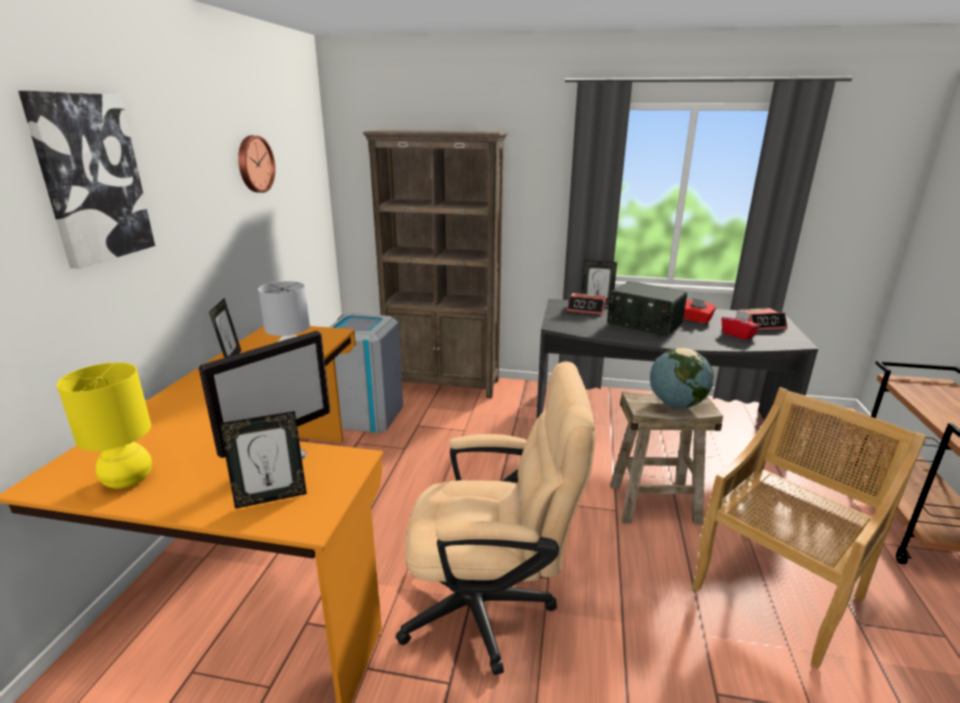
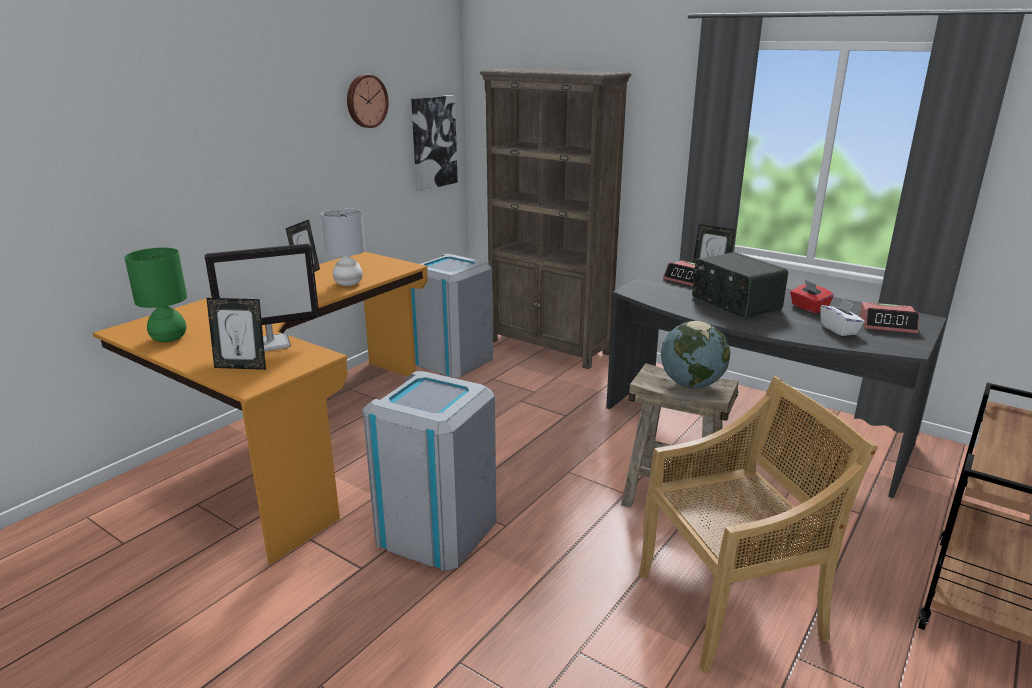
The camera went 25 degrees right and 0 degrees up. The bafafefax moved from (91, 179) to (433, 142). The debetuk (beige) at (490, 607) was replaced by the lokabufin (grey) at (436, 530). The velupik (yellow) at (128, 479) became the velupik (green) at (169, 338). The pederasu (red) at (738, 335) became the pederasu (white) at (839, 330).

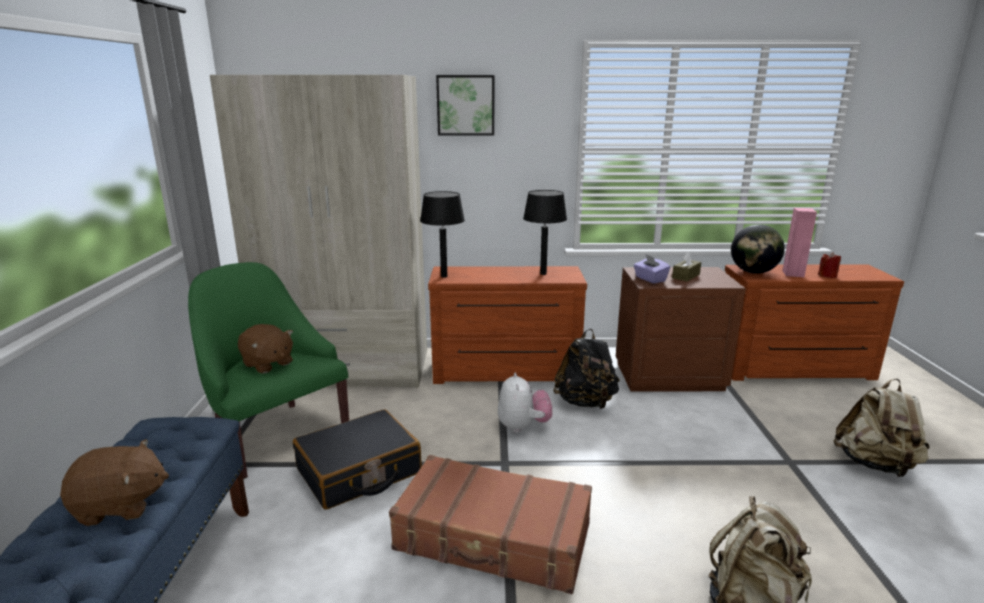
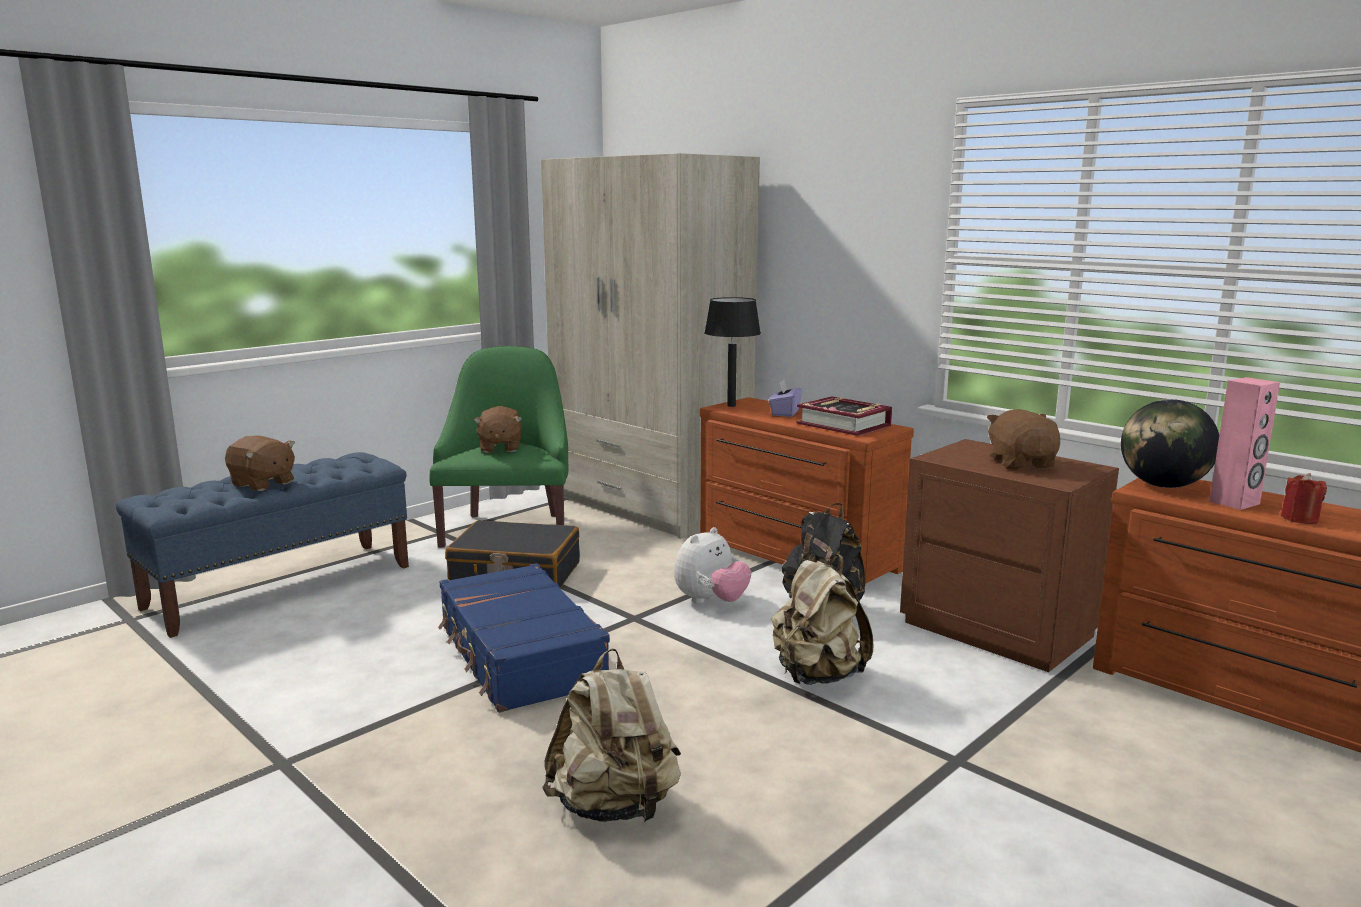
The camera went 45 degrees right and 5 degrees down. The bafafefax at (465, 105) disappeared. The pederasu (purple) moved from (650, 279) to (784, 413). The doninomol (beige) moved from (875, 464) to (817, 676). The velupik (black) at (543, 273) was replaced by the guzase at (844, 425). The pederasu (brown) at (686, 276) was replaced by the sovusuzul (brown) at (1021, 464). The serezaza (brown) at (493, 538) became the serezaza (blue) at (519, 656).

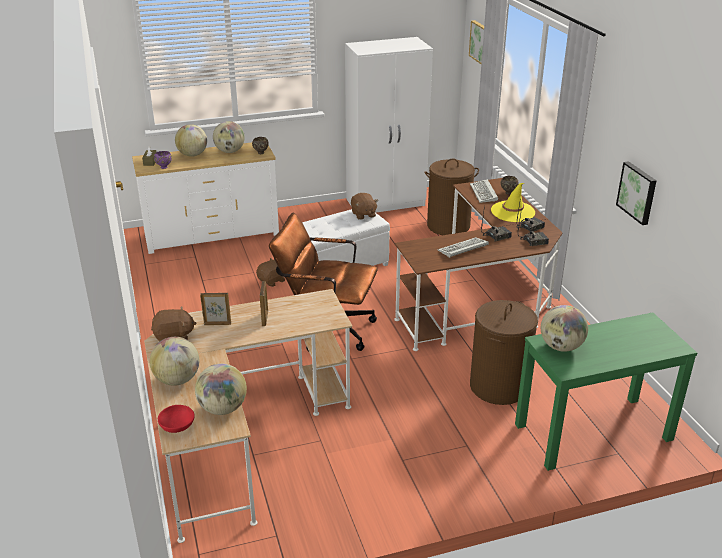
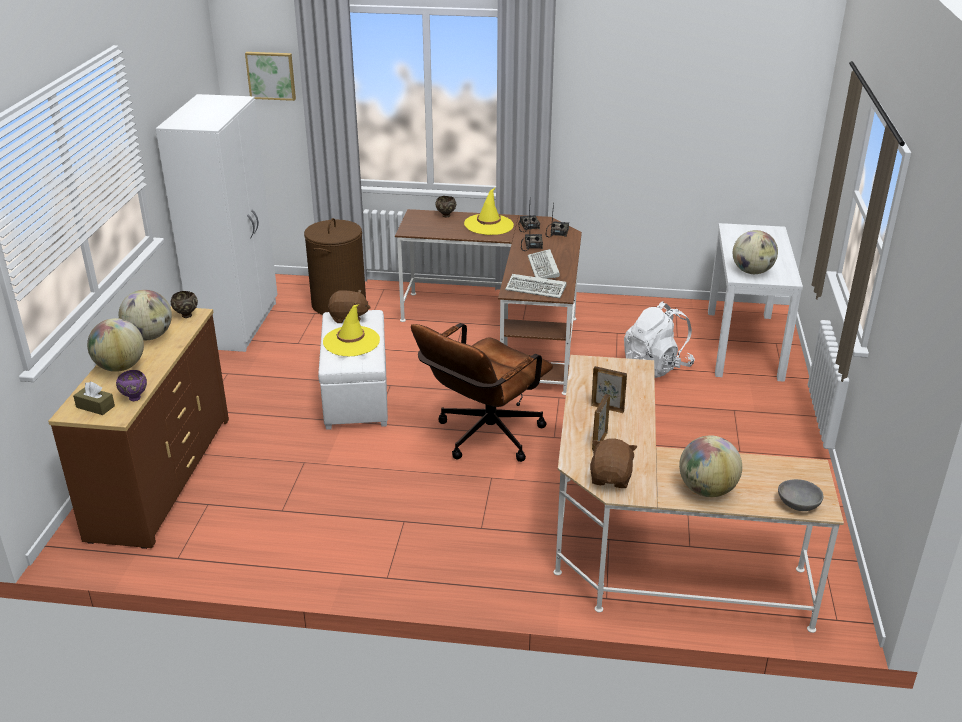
The camera went 65 degrees left and 0 degrees up. The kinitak at (222, 408) disappeared. The sovusuzul (brown) at (272, 281) disappeared. The bafafefax at (638, 192) disappeared. The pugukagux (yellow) at (351, 341) appeared. The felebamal moved from (484, 193) to (537, 289). The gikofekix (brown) at (499, 387) was replaced by the doninomol (white) at (656, 367). The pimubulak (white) at (211, 235) became the pimubulak (brown) at (160, 476). The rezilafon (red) at (177, 426) became the rezilafon (grey) at (798, 504). The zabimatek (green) at (592, 432) became the zabimatek (white) at (744, 344).

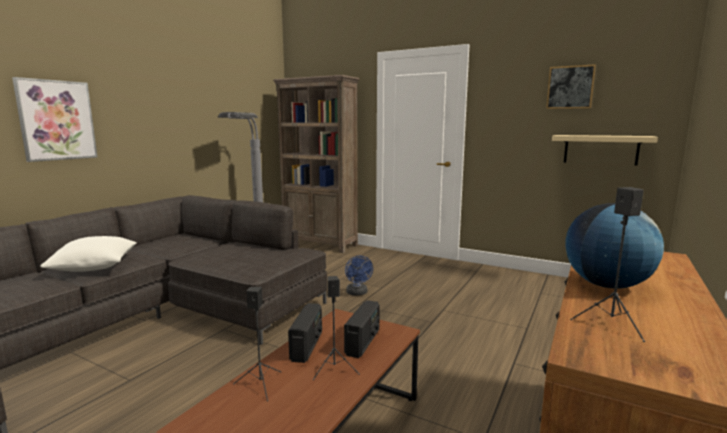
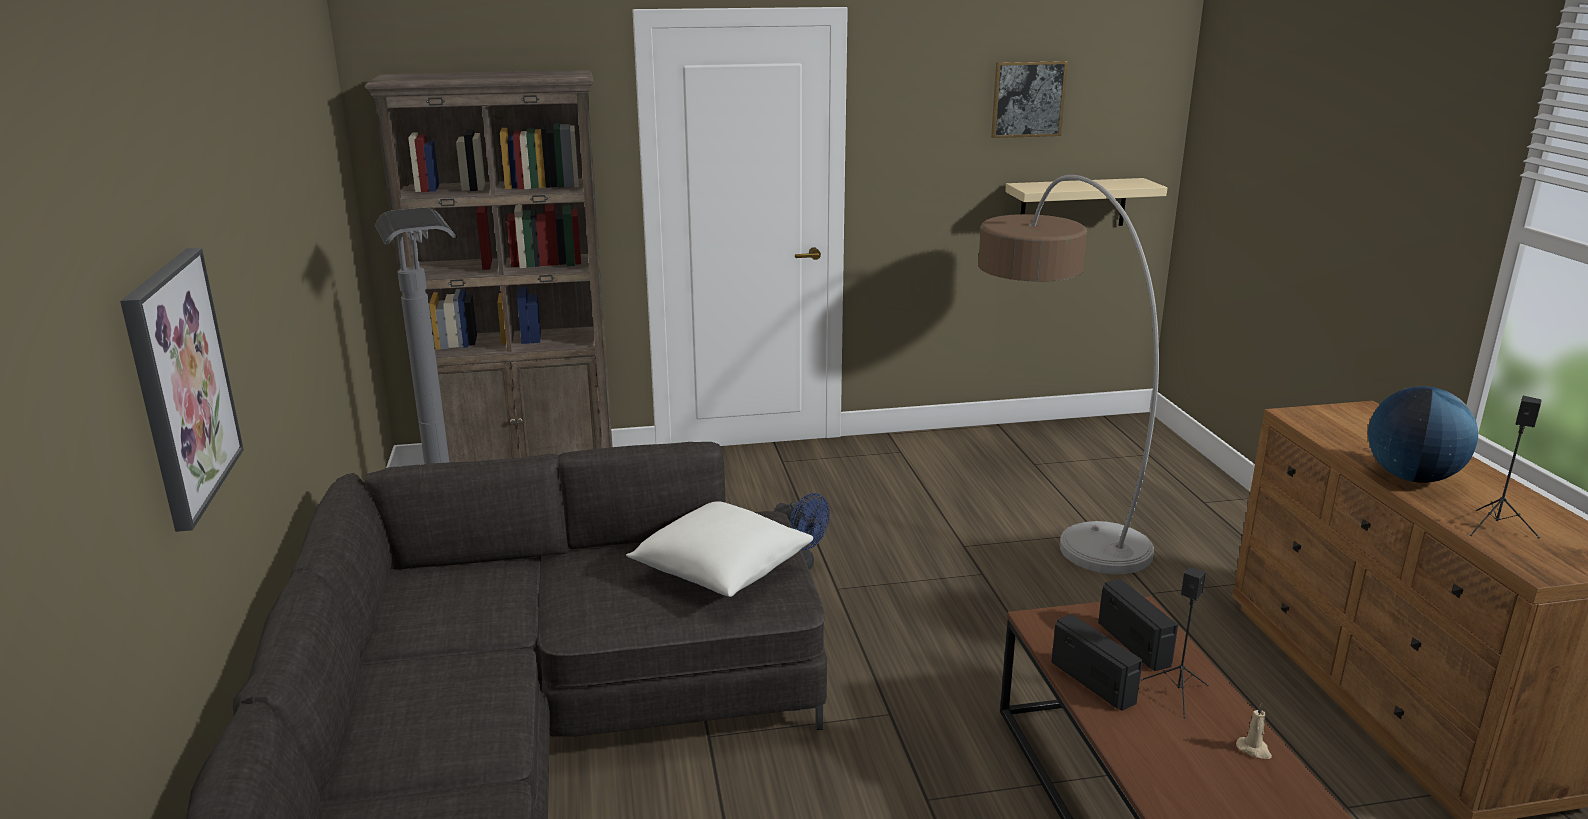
The camera went 40 degrees left and 10 degrees up. The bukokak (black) at (261, 384) disappeared. The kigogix at (1048, 496) appeared. The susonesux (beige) at (1254, 749) appeared. The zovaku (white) moved from (95, 267) to (720, 571).

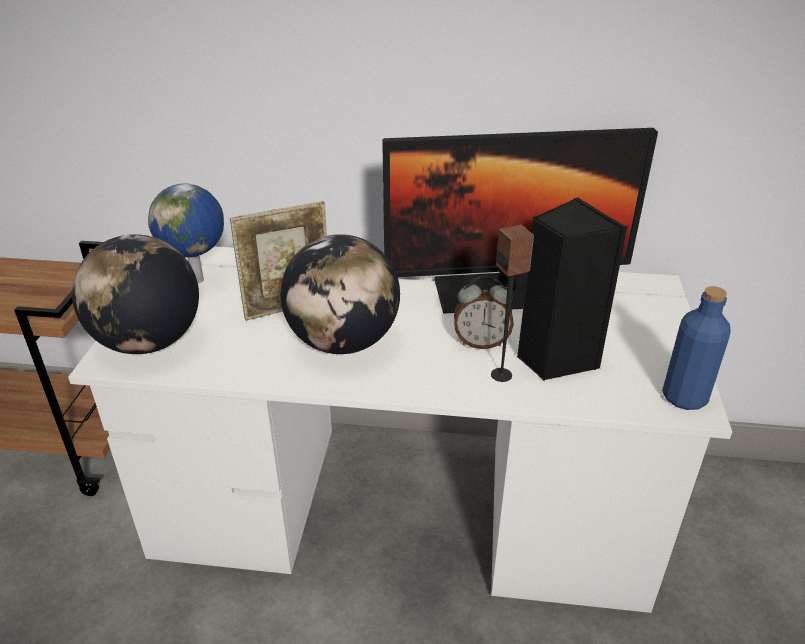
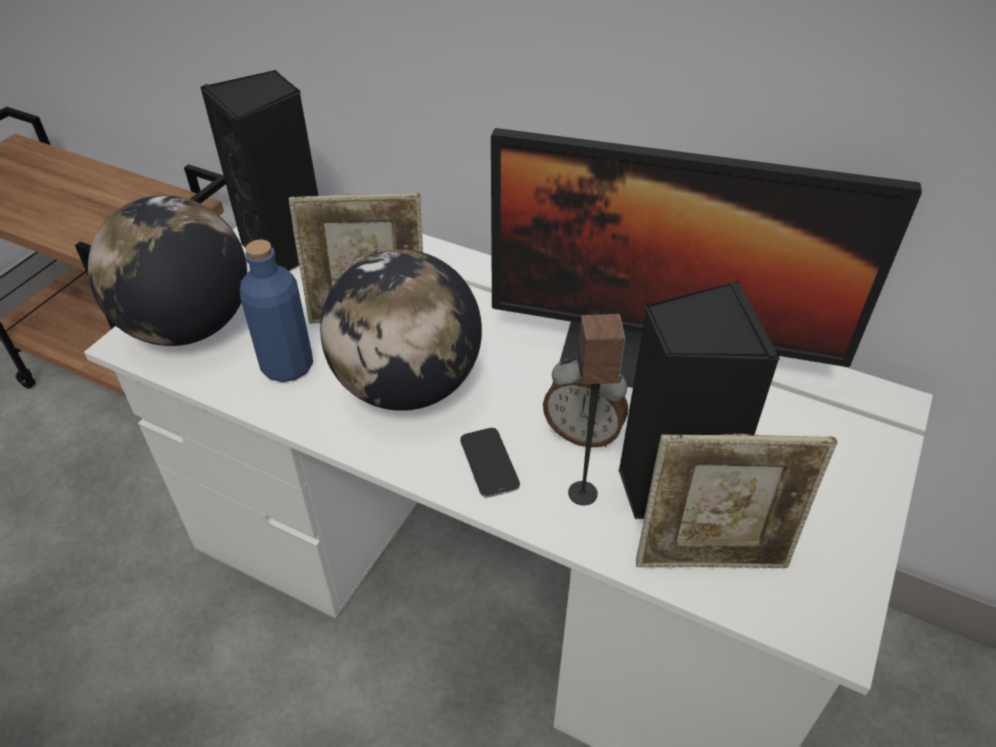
The camera went 20 degrees right and 10 degrees up. The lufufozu at (489, 463) appeared. The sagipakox at (712, 559) appeared. The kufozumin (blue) moved from (684, 397) to (287, 366). The kinitak at (199, 280) was replaced by the bukokak (black) at (287, 251).

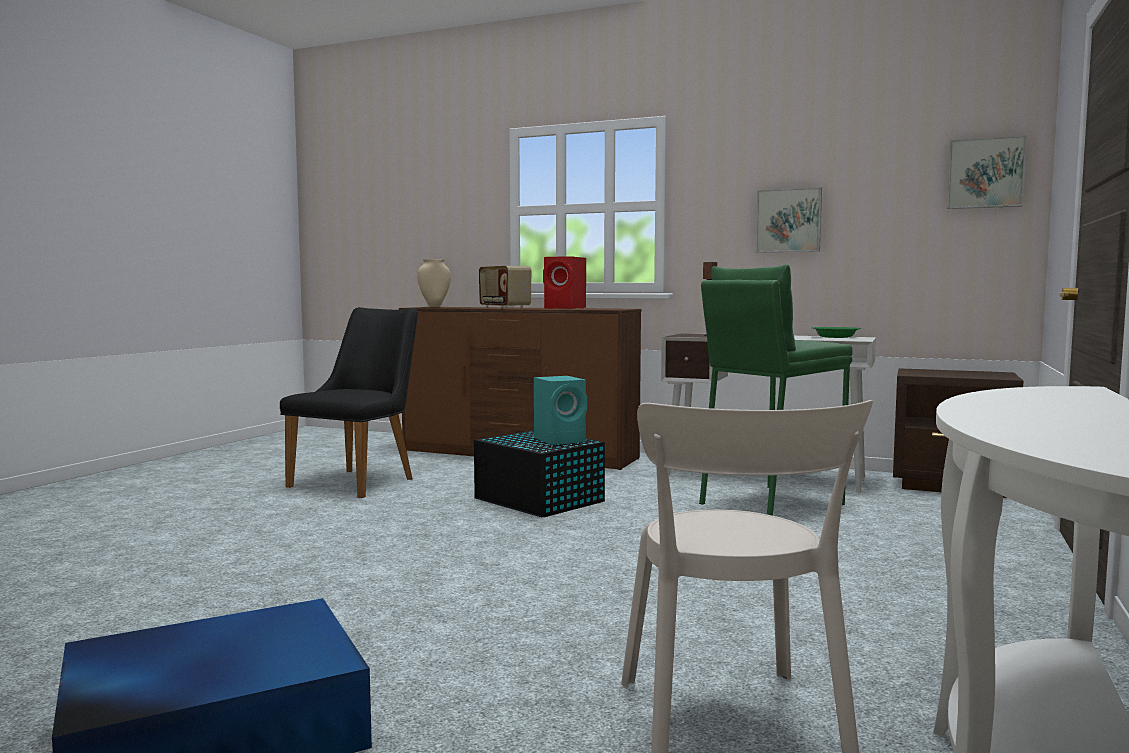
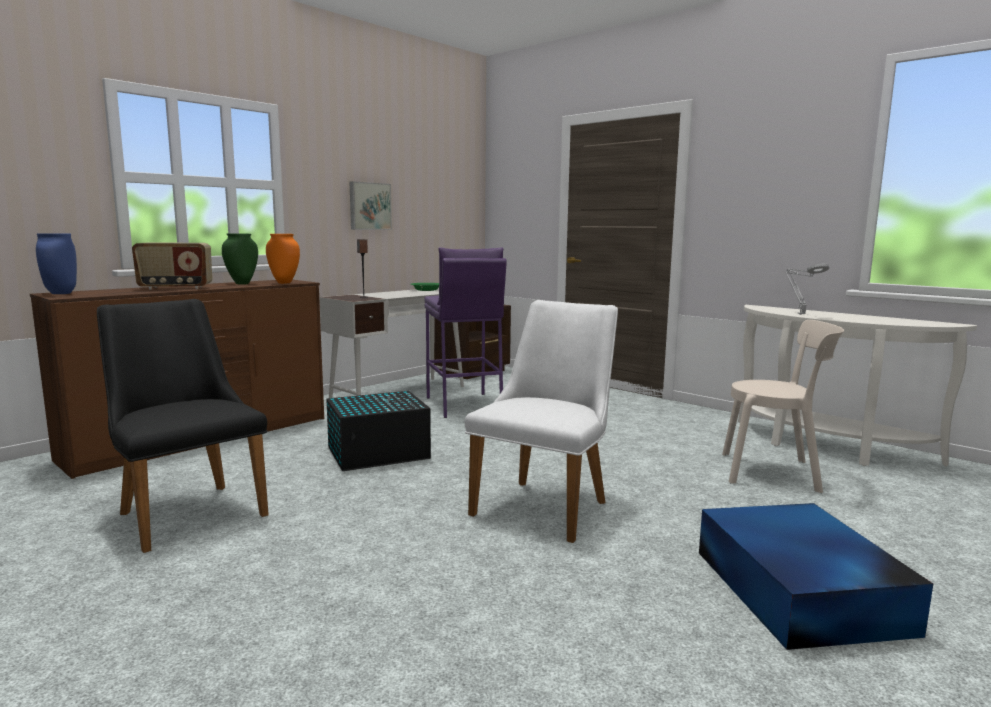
The camera went 70 degrees left and 5 degrees up. The bukokak (turquoise) at (561, 440) disappeared. The bafafefax at (985, 173) disappeared. The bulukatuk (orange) at (283, 283) appeared. The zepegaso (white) at (547, 504) appeared. The velupik (grey) at (800, 314) appeared. The bukokak (red) at (566, 308) was replaced by the bulukatuk (green) at (242, 283). The bulukatuk (beige) at (434, 306) became the bulukatuk (blue) at (60, 293). The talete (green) at (769, 503) became the talete (purple) at (464, 405).

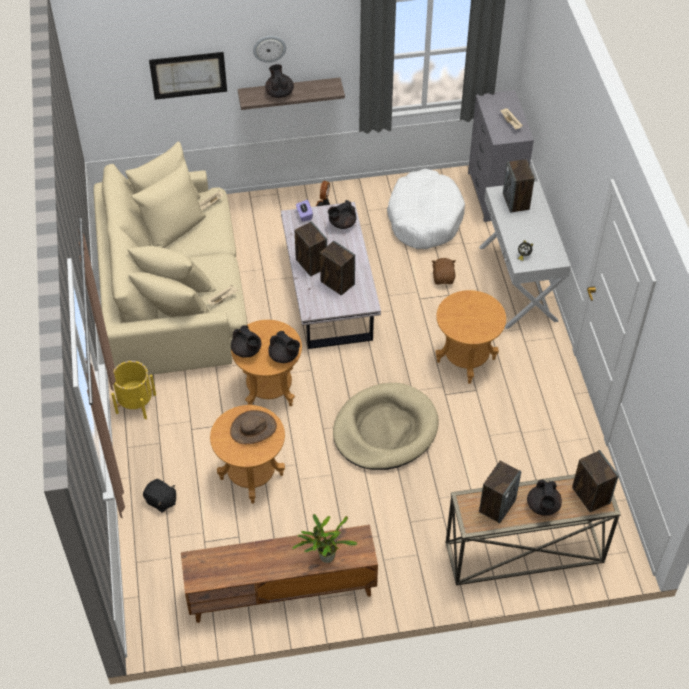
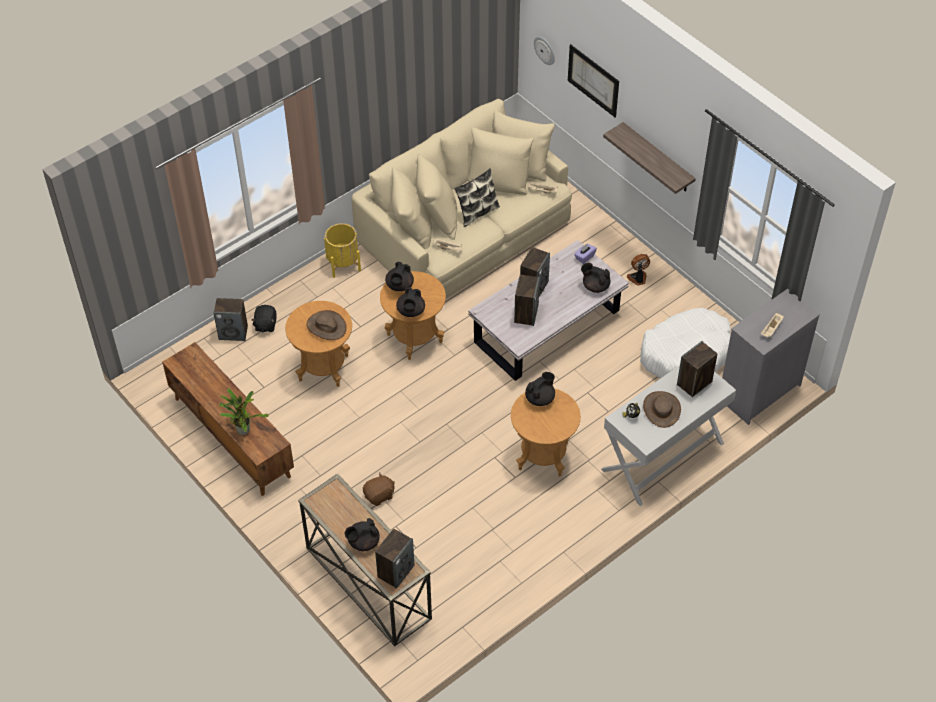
The camera went 60 degrees right and 0 degrees up. The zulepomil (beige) at (385, 430) disappeared. The zovaku at (477, 212) appeared. The pugukagux (brown) at (661, 409) appeared. The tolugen moved from (269, 48) to (545, 50). The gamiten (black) moved from (279, 93) to (540, 398). The sovusuzul (brown) moved from (443, 278) to (379, 495). The bukokak moved from (497, 505) to (233, 332).

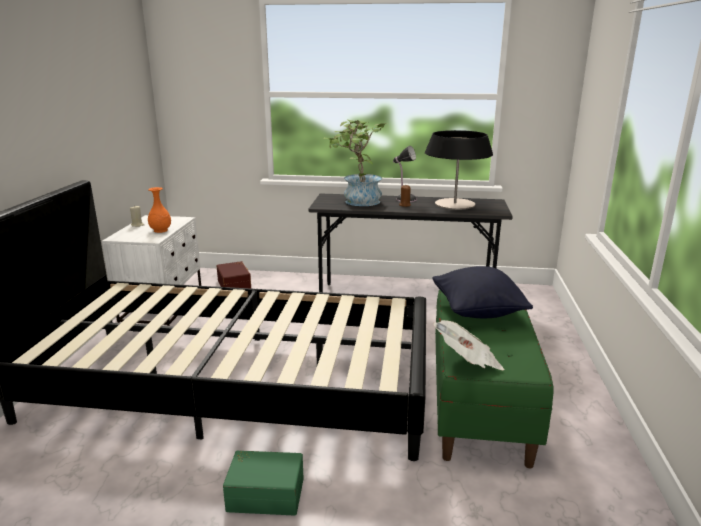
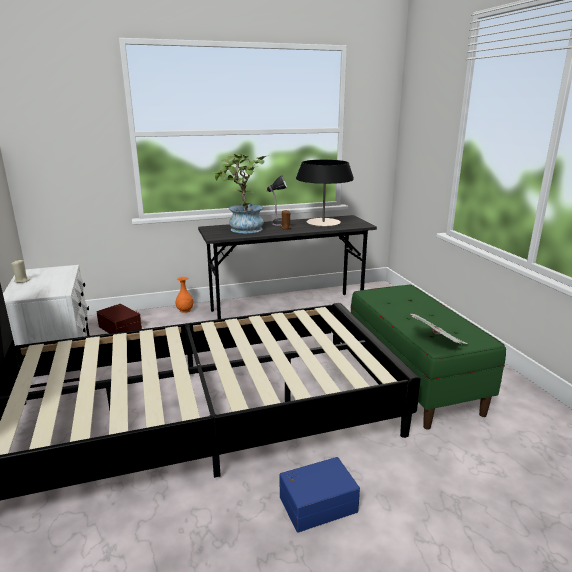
The camera went 25 degrees left and 0 degrees up. The zovaku (black) at (477, 312) disappeared. The bulukatuk (orange) moved from (160, 230) to (185, 310). The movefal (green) at (266, 492) became the movefal (blue) at (317, 503).

